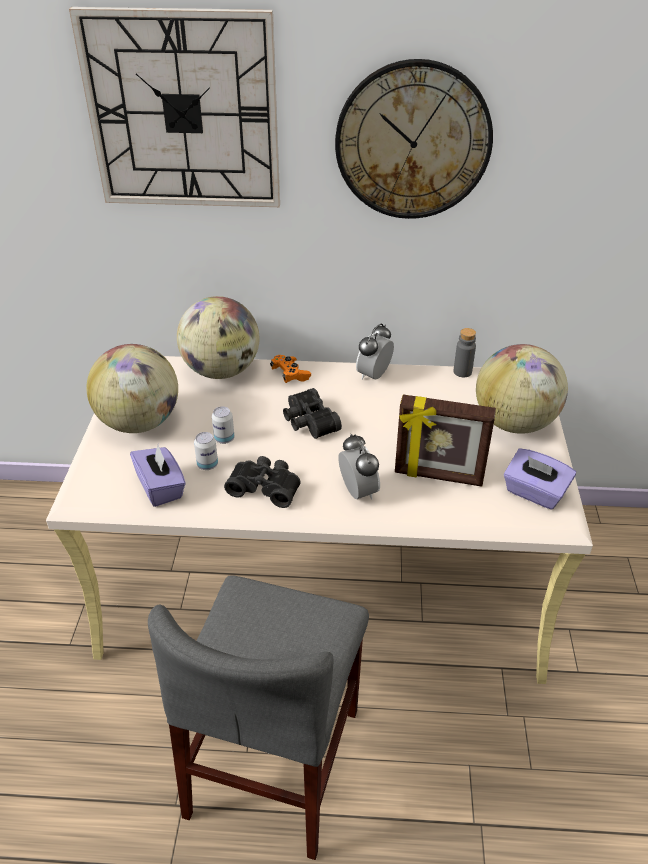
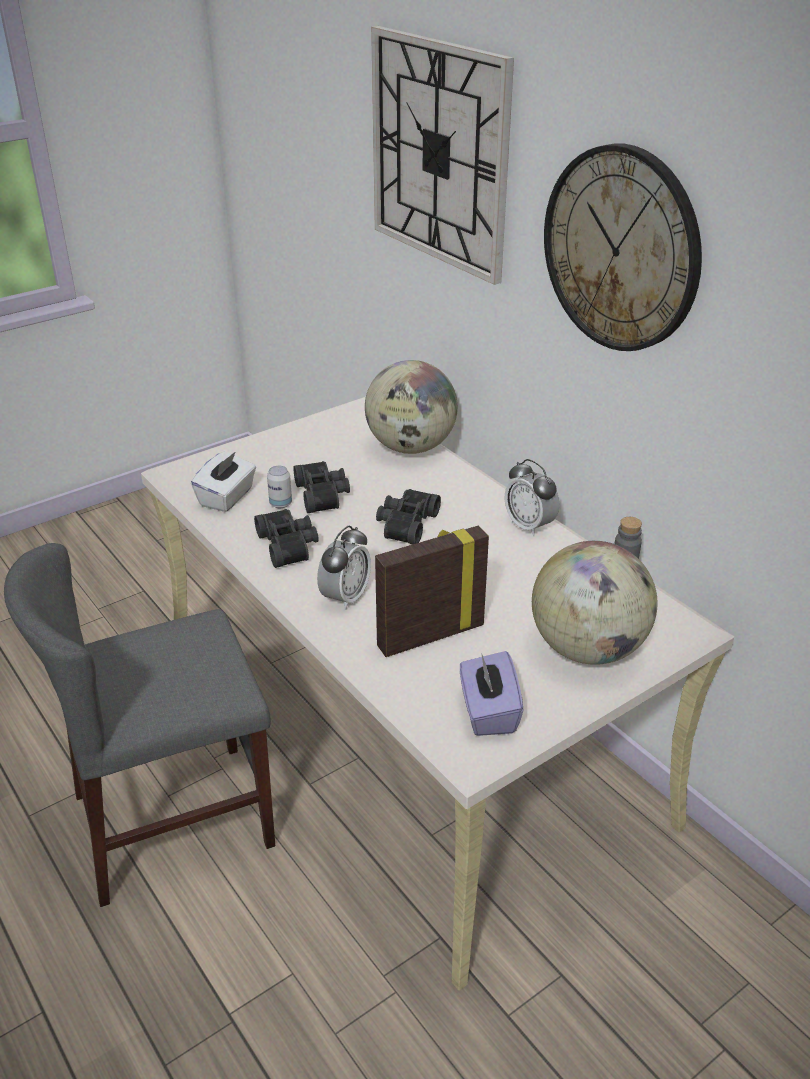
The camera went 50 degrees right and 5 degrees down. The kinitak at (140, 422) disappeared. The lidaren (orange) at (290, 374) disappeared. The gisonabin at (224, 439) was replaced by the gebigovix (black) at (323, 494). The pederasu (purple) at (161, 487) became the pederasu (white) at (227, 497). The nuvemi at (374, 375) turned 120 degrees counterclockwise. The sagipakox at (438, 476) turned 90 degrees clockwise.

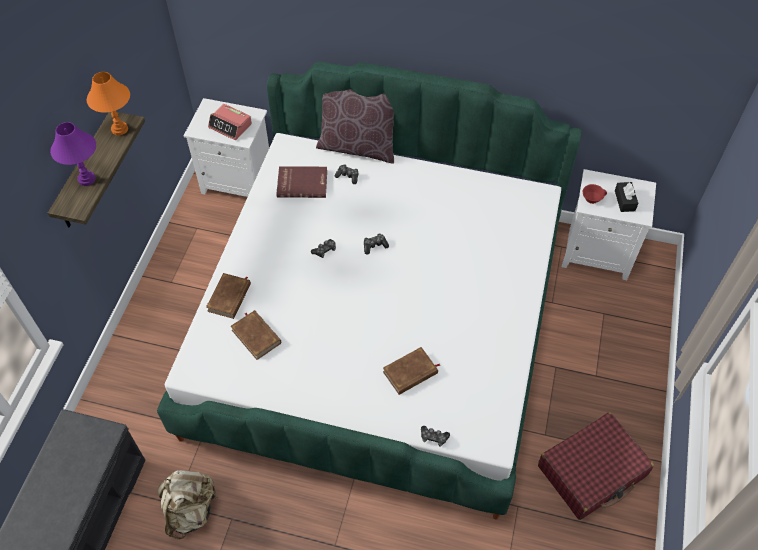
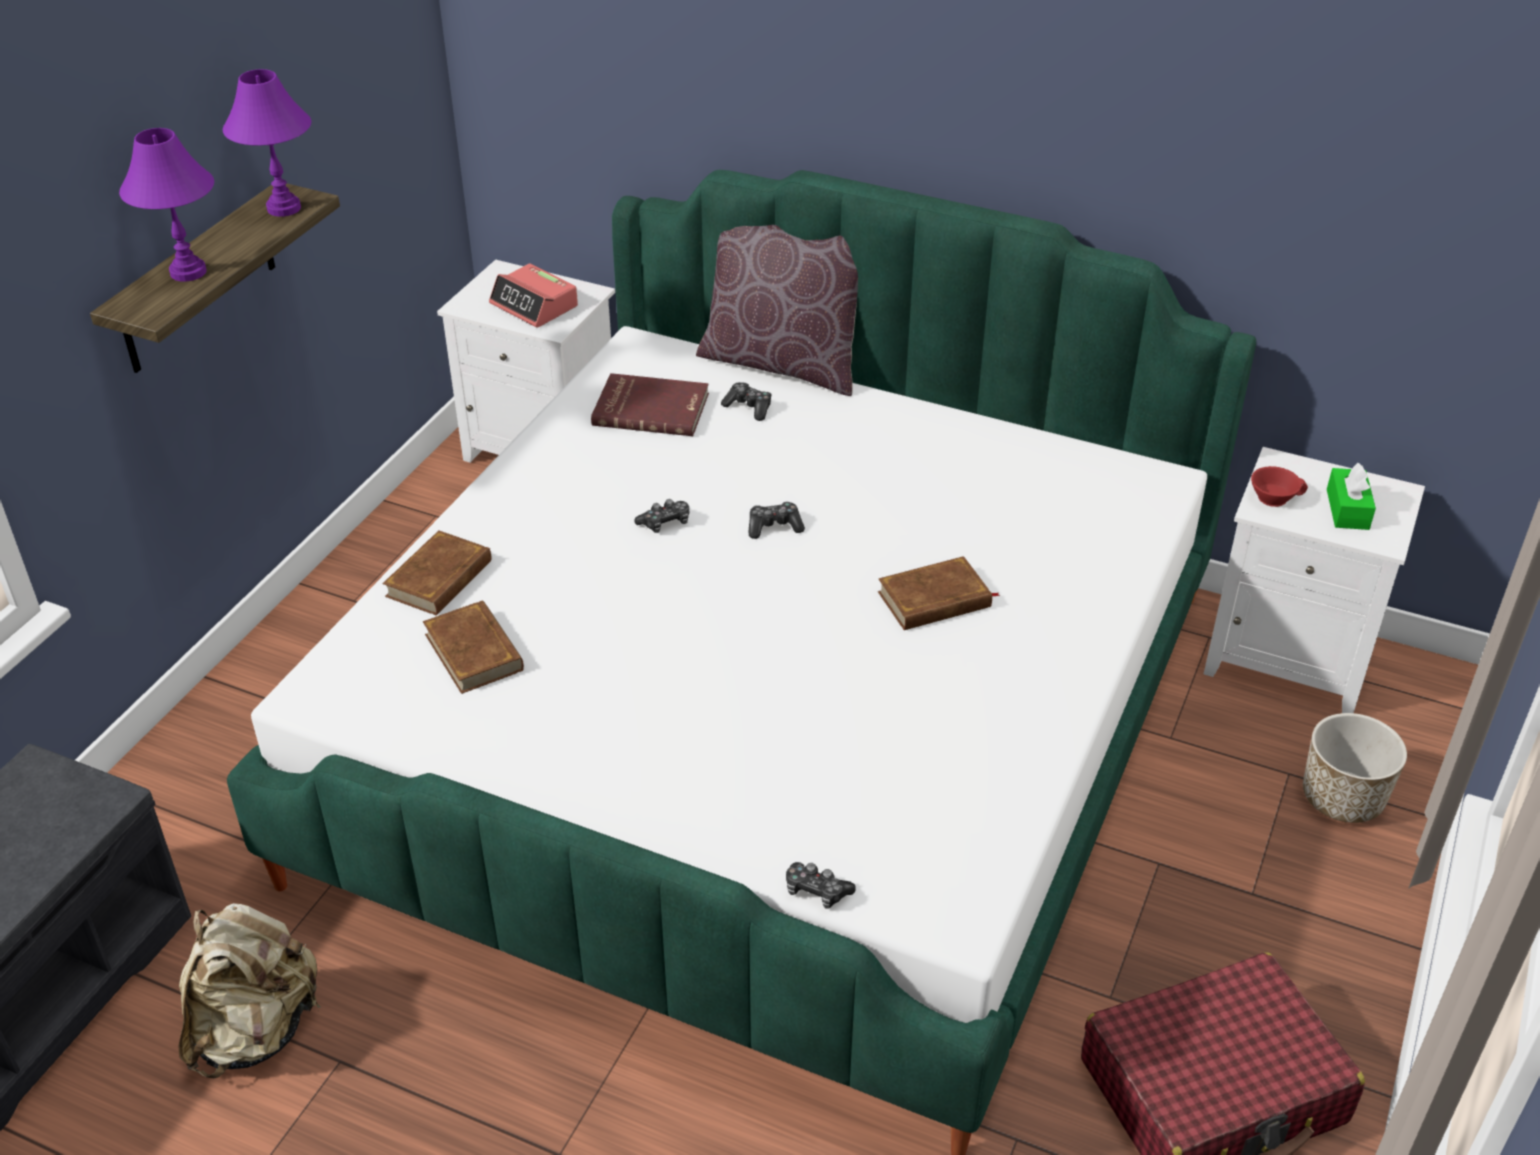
The camera went 10 degrees right and 15 degrees down. The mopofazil at (1342, 798) appeared. The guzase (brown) moved from (410, 373) to (935, 600). The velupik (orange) at (119, 129) became the velupik (purple) at (283, 208). The pederasu (black) at (624, 200) became the pederasu (green) at (1347, 509).

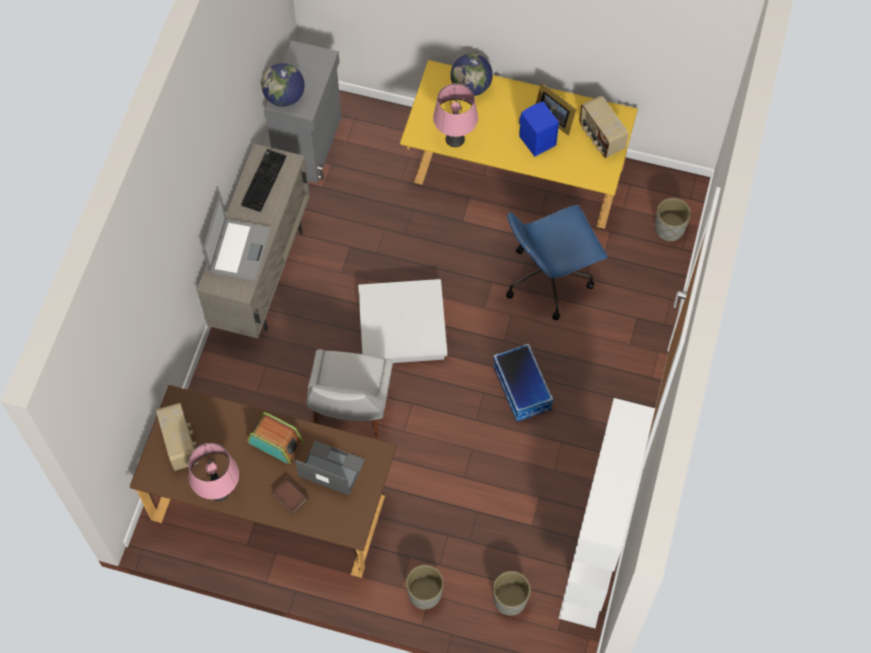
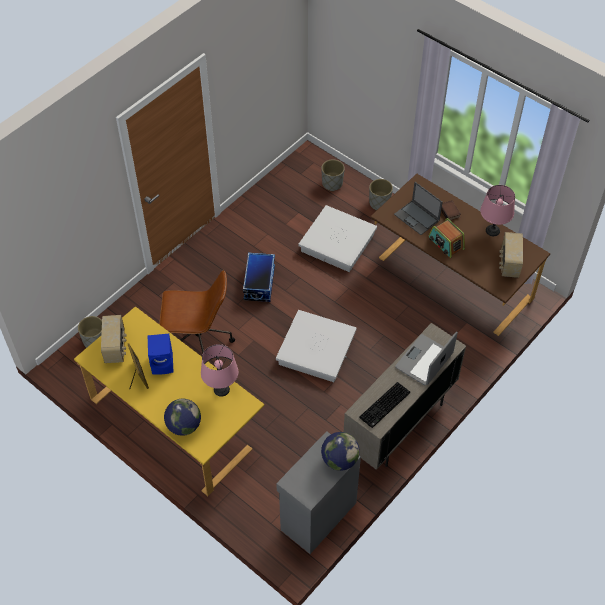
The camera went 155 degrees left and 10 degrees down. The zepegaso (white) at (350, 411) disappeared. The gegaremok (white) at (593, 561) disappeared. The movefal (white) at (338, 243) appeared. The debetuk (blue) at (549, 278) became the debetuk (brown) at (198, 341).

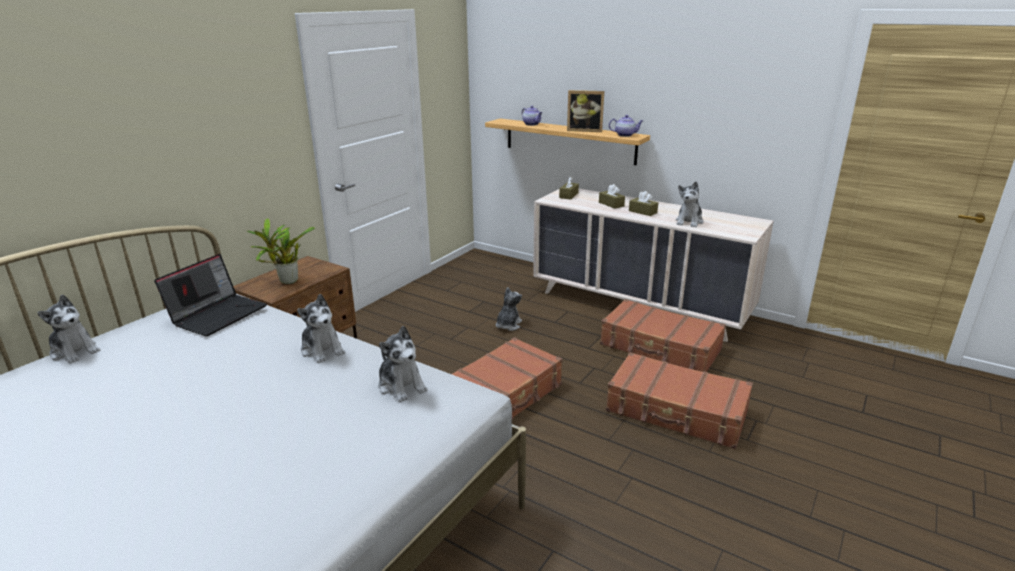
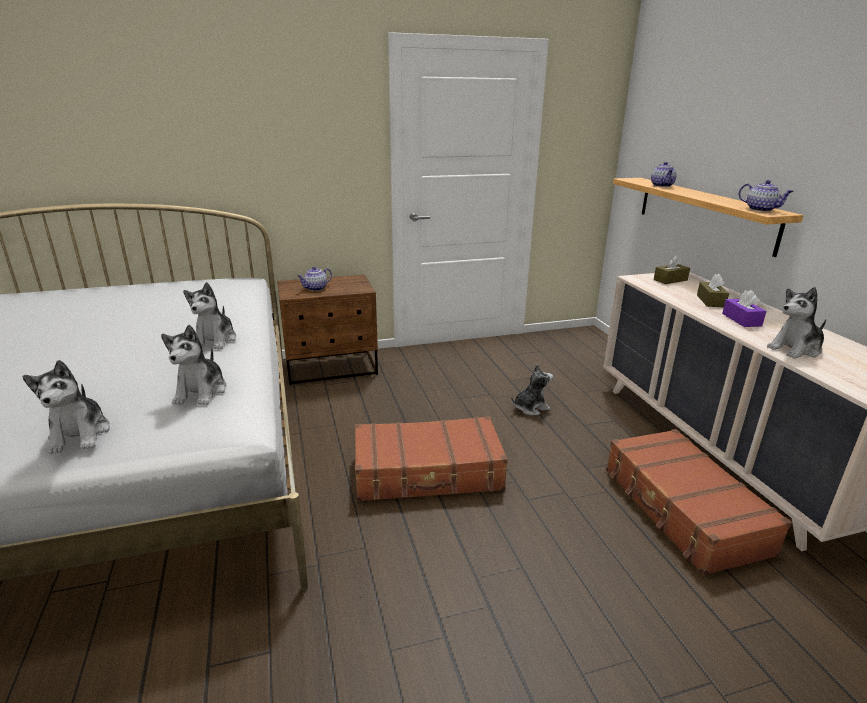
The camera went 40 degrees right and 0 degrees up. The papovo at (218, 314) disappeared. The sagipakox at (584, 130) disappeared. The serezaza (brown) at (676, 412) disappeared. The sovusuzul moved from (75, 351) to (80, 434). The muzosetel at (286, 282) was replaced by the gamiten at (315, 288). The pederasu (brown) at (642, 212) became the pederasu (purple) at (741, 320).

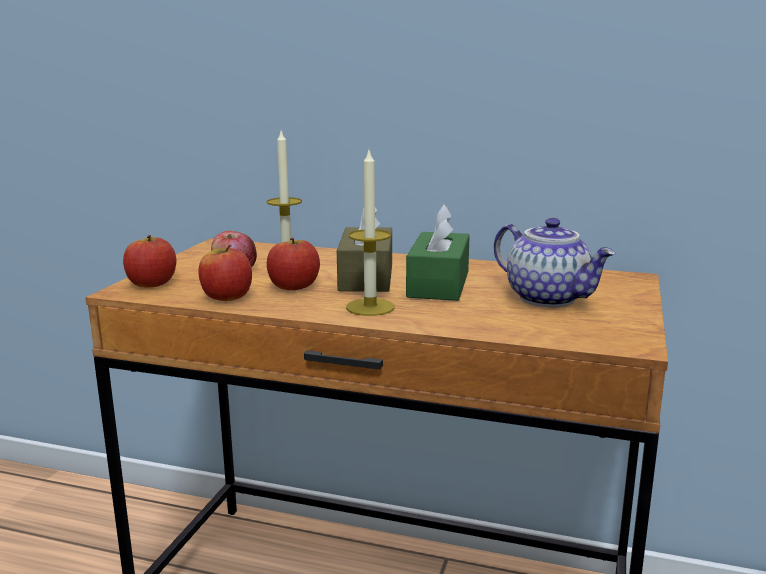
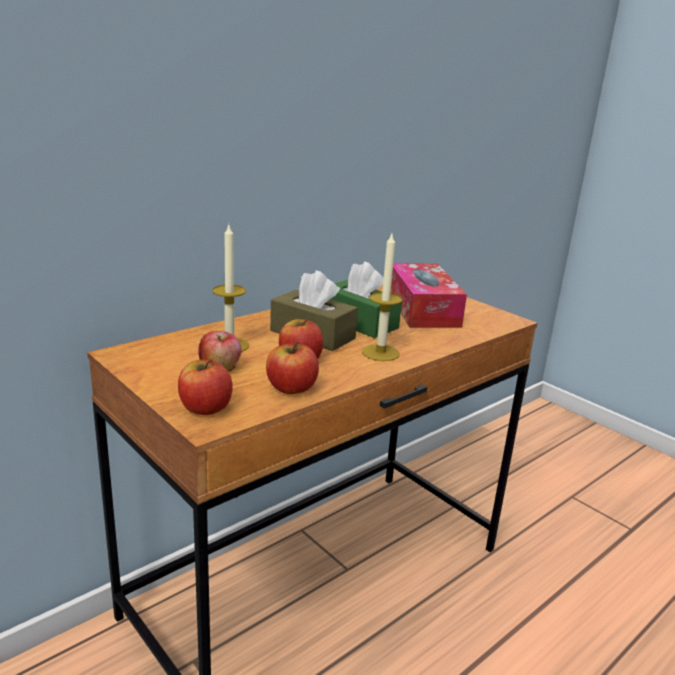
The camera went 60 degrees left and 5 degrees up. The gamiten at (549, 298) was replaced by the pederasu at (422, 309).

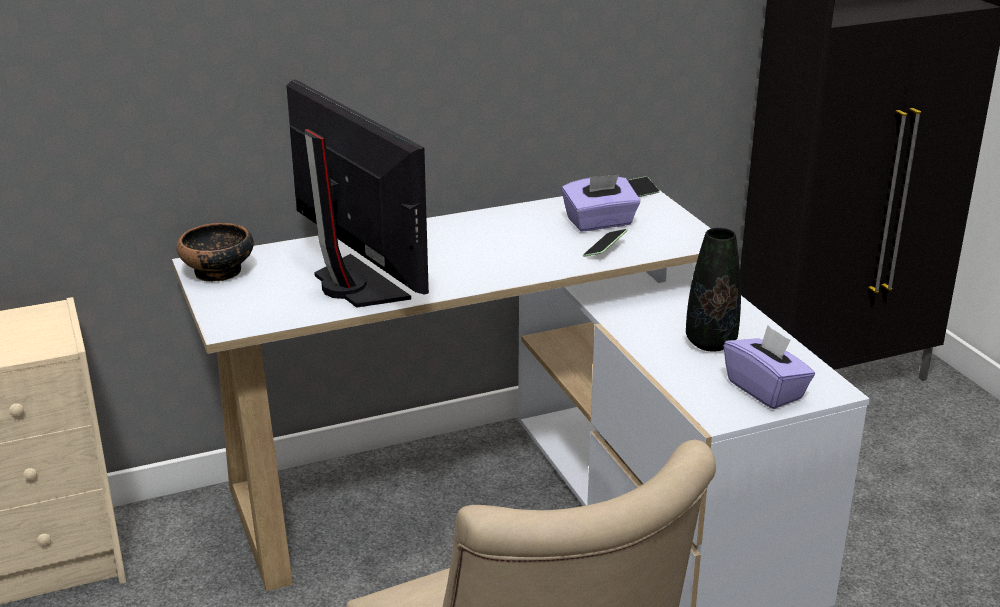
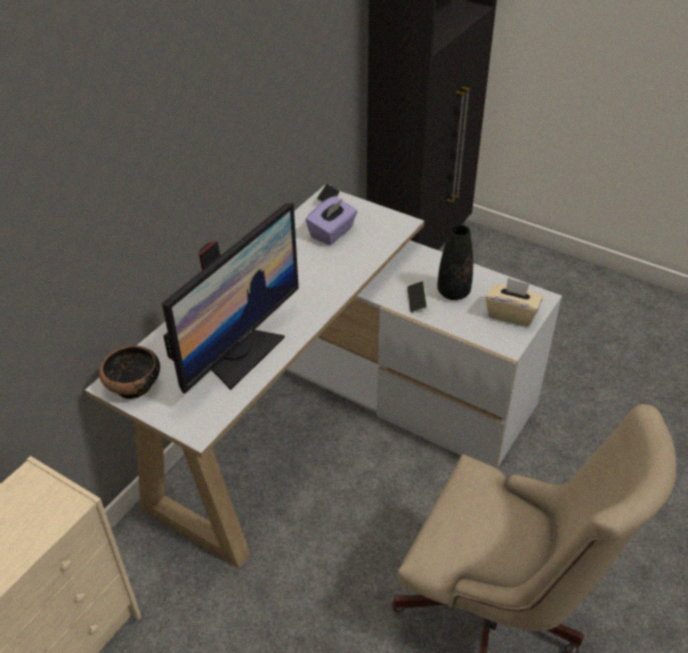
The camera went 35 degrees left and 15 degrees up. The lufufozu moved from (605, 250) to (416, 301). The pederasu (purple) at (765, 390) became the pederasu (beige) at (511, 314). The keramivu at (354, 285) turned 105 degrees clockwise.

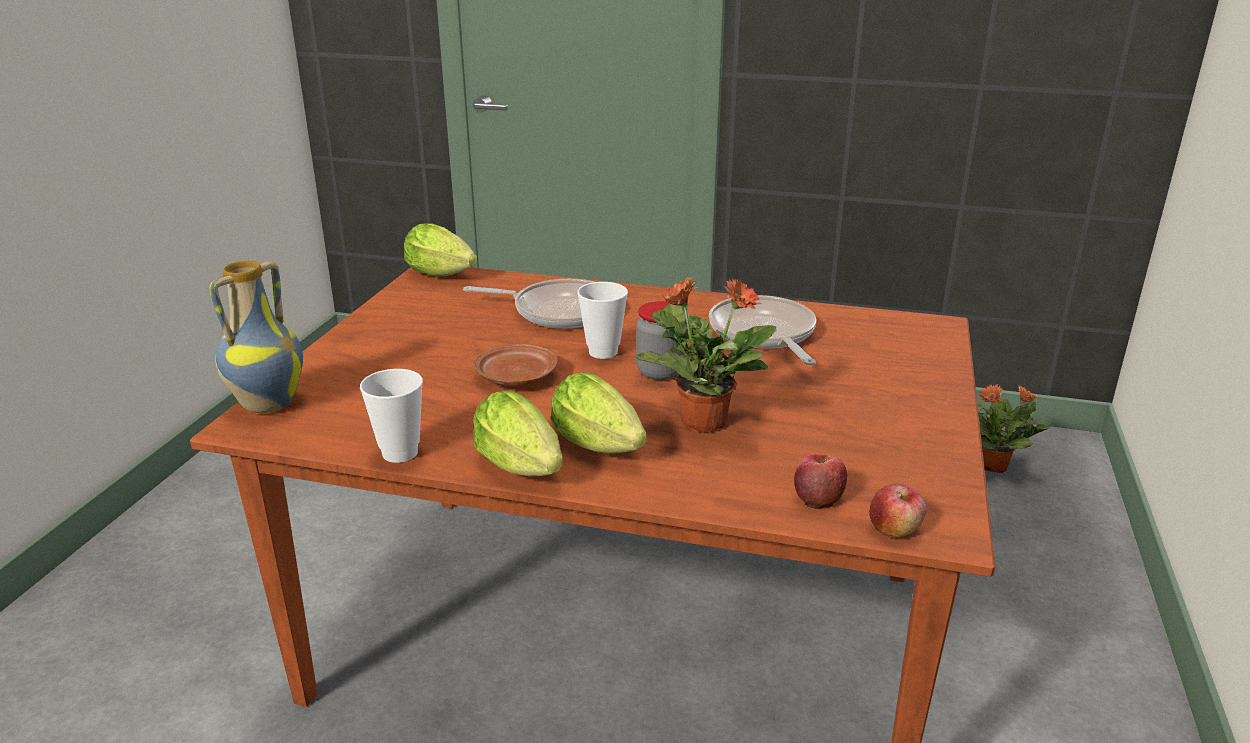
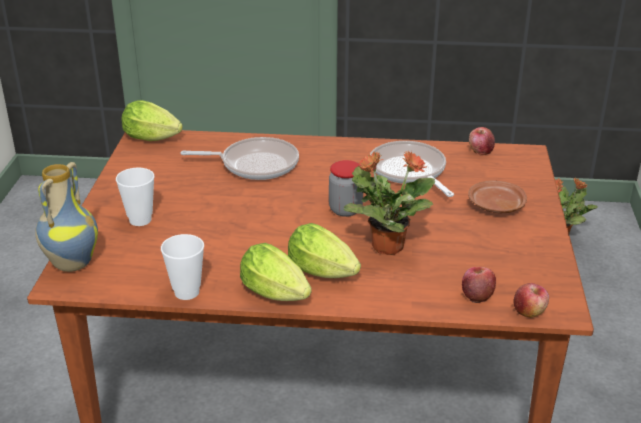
The camera went 10 degrees left and 5 degrees up. The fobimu at (480, 151) appeared. The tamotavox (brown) moved from (515, 378) to (495, 206). The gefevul moved from (603, 352) to (140, 220).

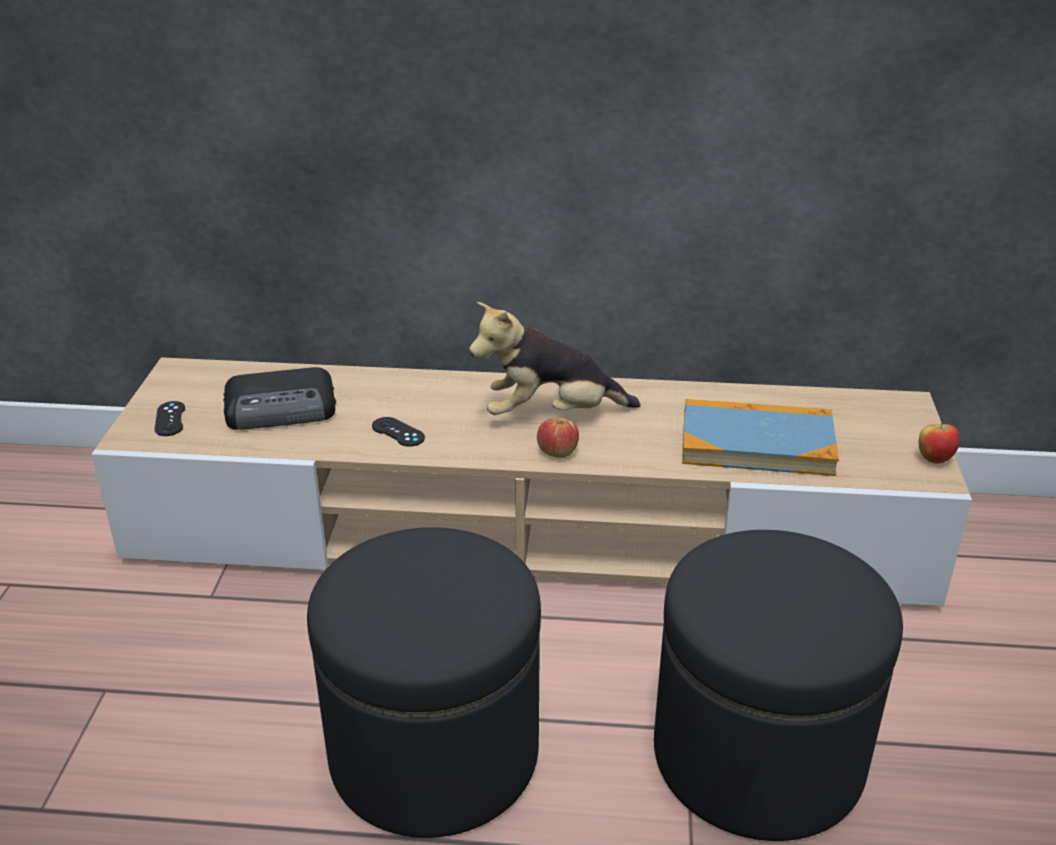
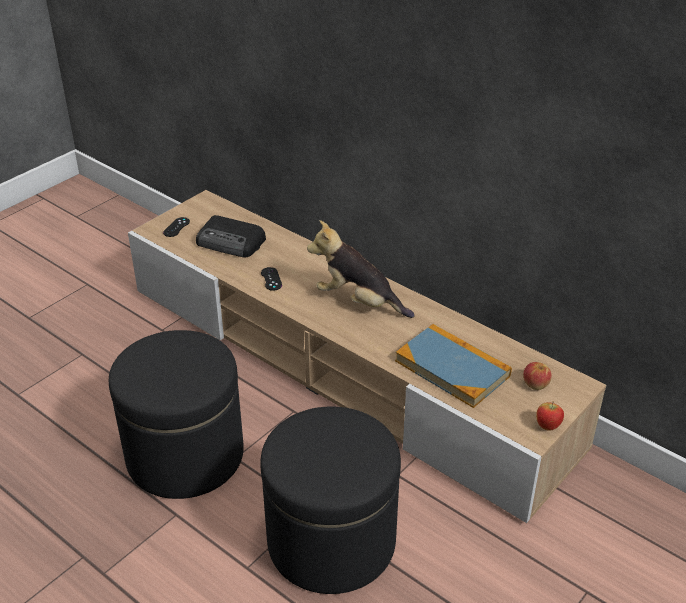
The camera went 35 degrees right and 5 degrees up. The fobimu moved from (557, 452) to (535, 384).

